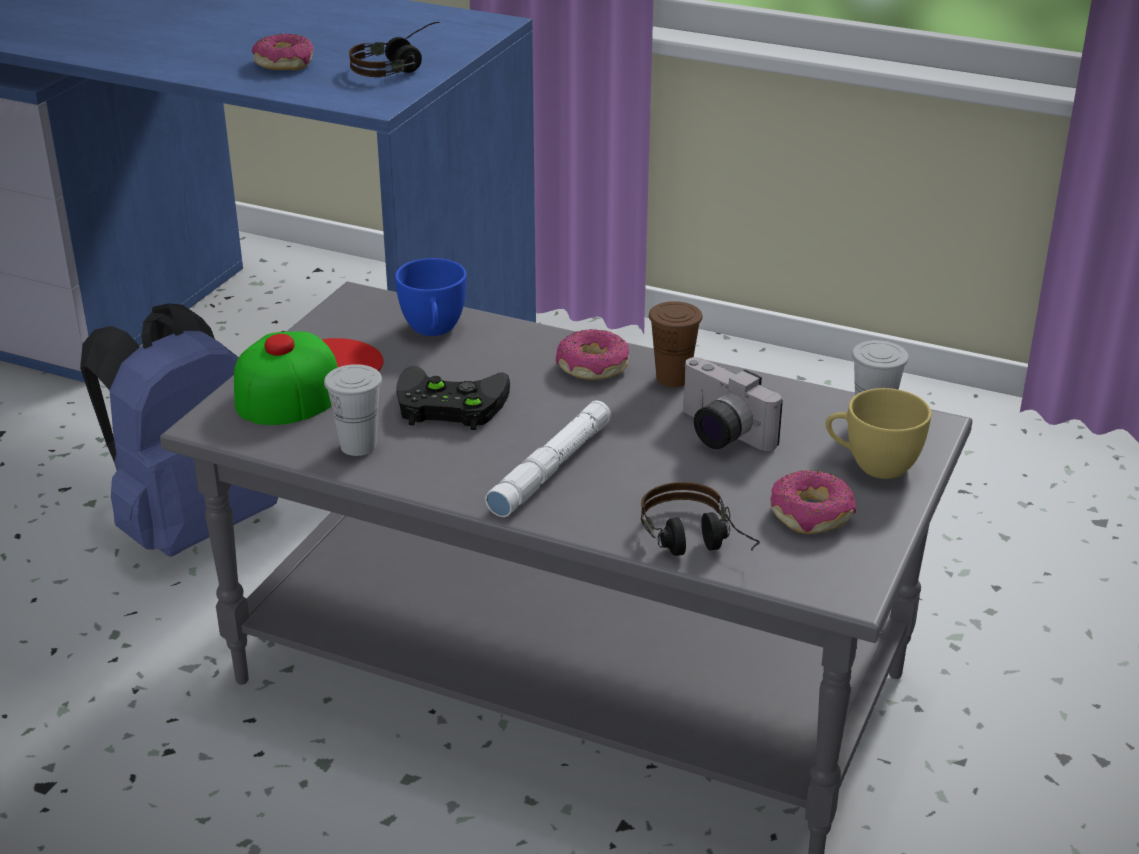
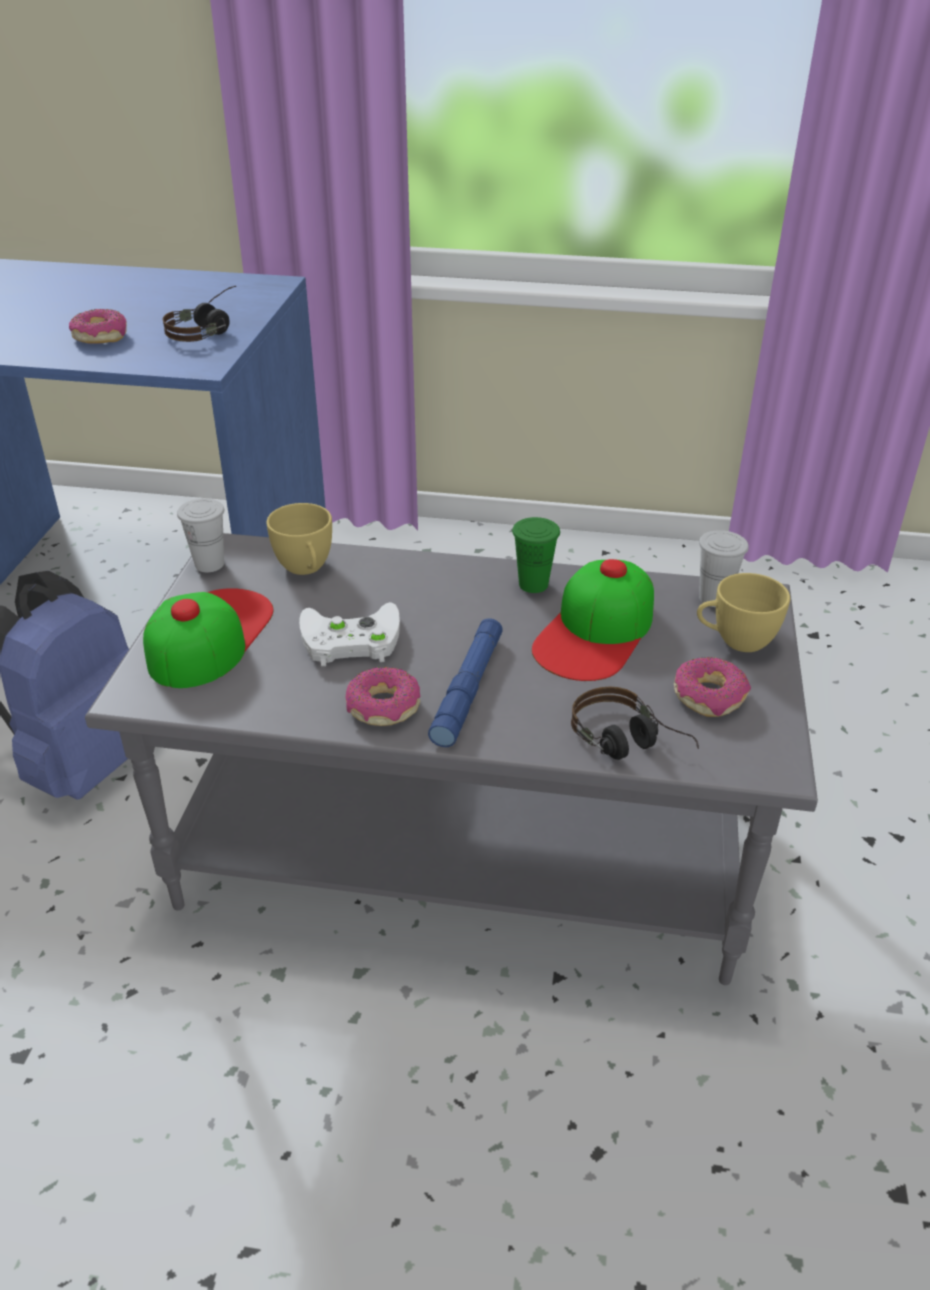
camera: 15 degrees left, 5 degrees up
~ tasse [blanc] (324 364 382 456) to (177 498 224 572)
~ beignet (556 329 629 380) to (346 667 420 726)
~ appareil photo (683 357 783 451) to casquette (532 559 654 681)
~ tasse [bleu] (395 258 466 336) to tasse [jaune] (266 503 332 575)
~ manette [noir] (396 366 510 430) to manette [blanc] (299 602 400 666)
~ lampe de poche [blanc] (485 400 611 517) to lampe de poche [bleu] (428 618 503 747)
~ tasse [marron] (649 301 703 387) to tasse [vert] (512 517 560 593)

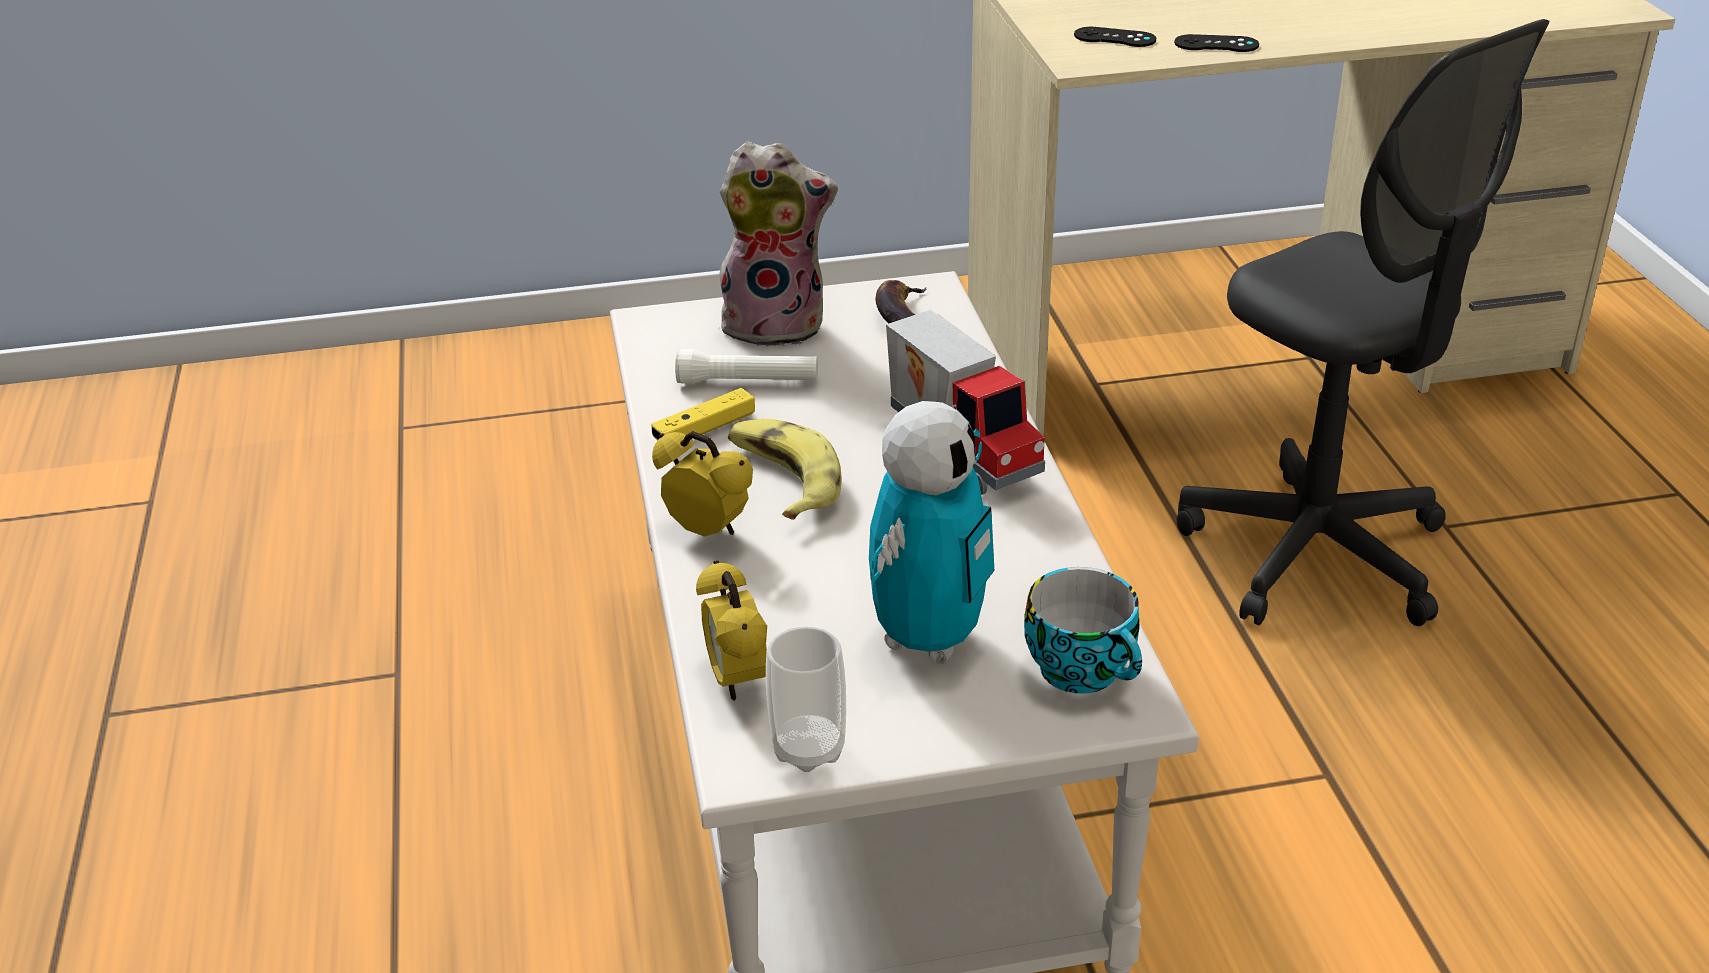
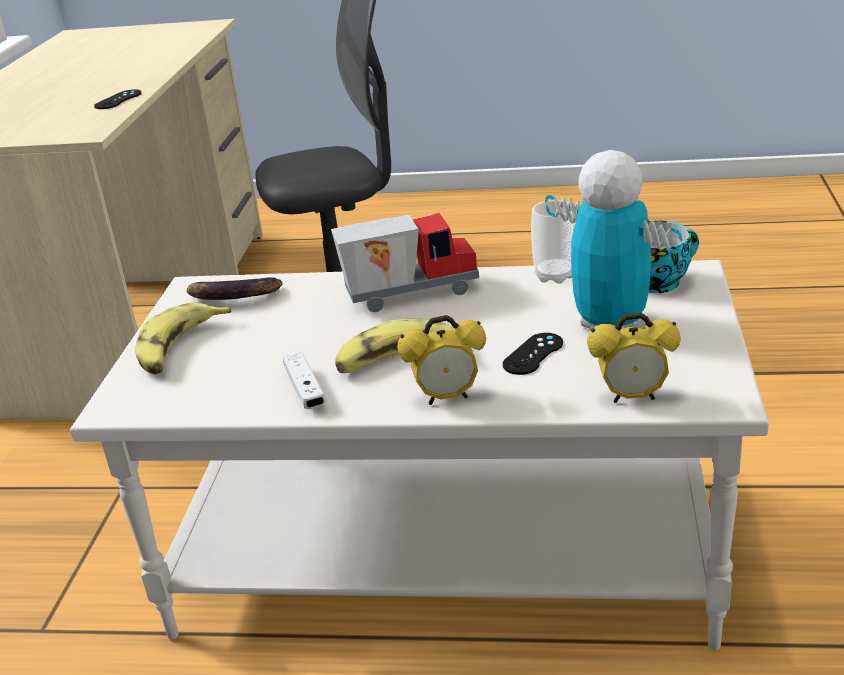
camera: 70 degrees left, 5 degrees down
- lampe de poche [blanc] (675 349 818 384)
~ tasse (766 627 846 772) to (531 200 576 284)
~ manette [noir] (1074 27 1156 47) to (502 333 563 375)
~ peluche (718 141 838 347) to banane (135 303 232 374)
~ manette [jaune] (651 388 755 441) to manette [blanc] (283 352 326 409)
~ réveil (652 431 753 537) = (397 315 486 405) 150 degrees counterclockwise

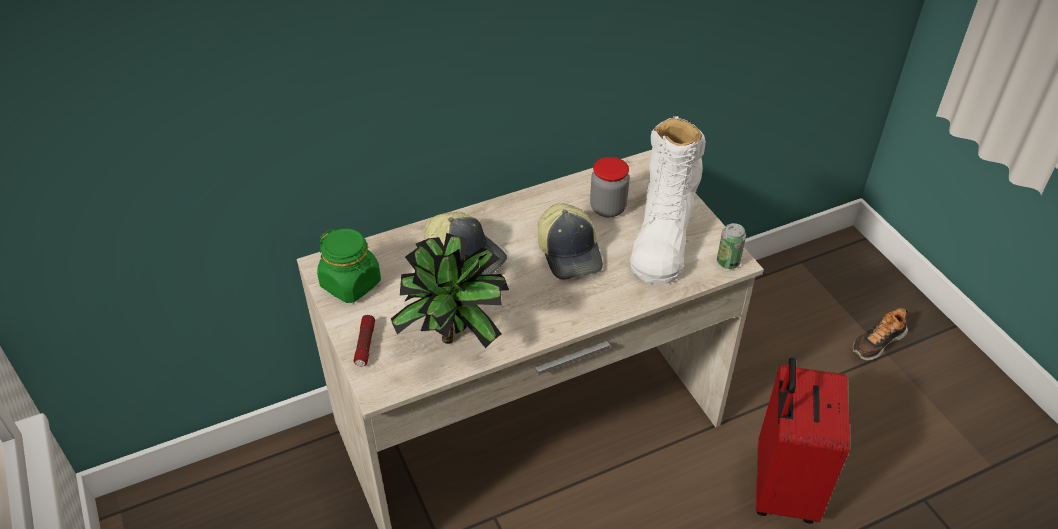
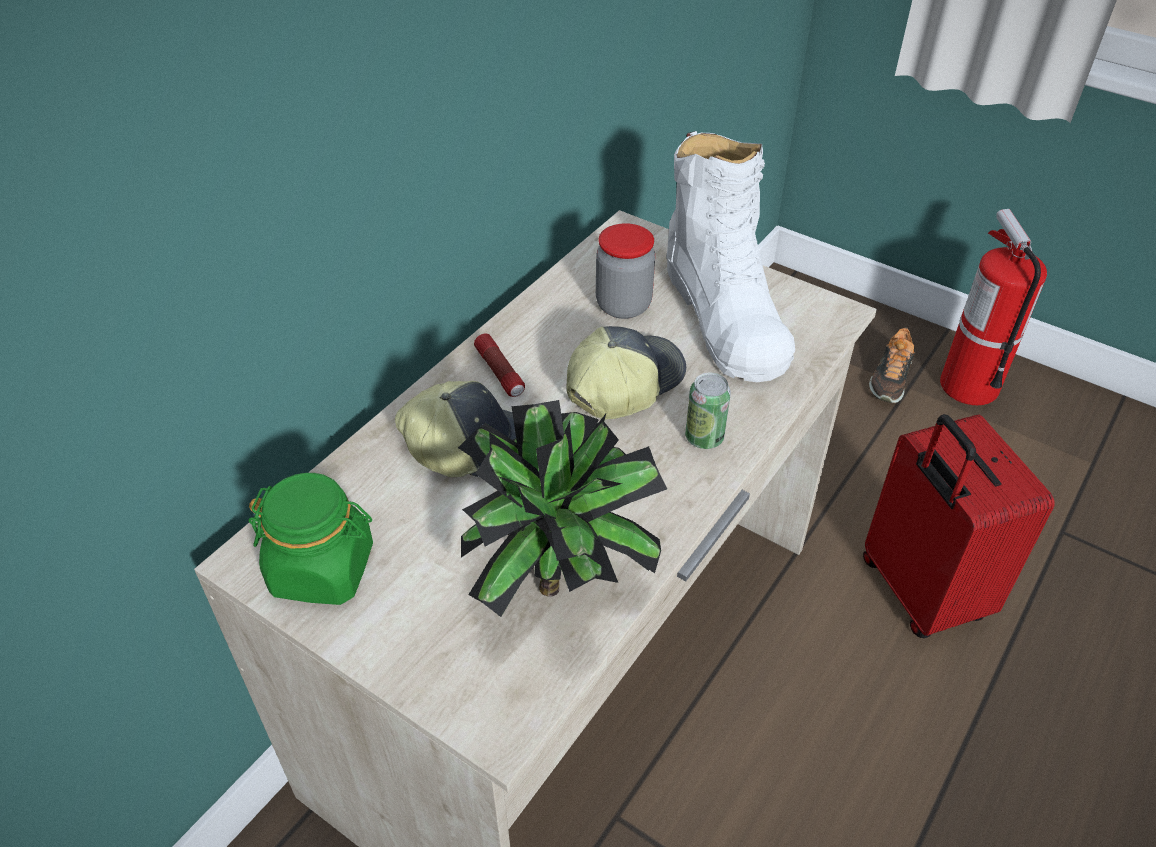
camera: 30 degrees left, 0 degrees up
+ extincteur (940 209 1047 405)
~ lampe de poche (354 315 375 366) to (474 333 525 397)
~ boîte métallique (717 223 746 269) to (685 373 731 449)
~ casquette (538 203 603 280) = (567 326 686 419) 90 degrees counterclockwise

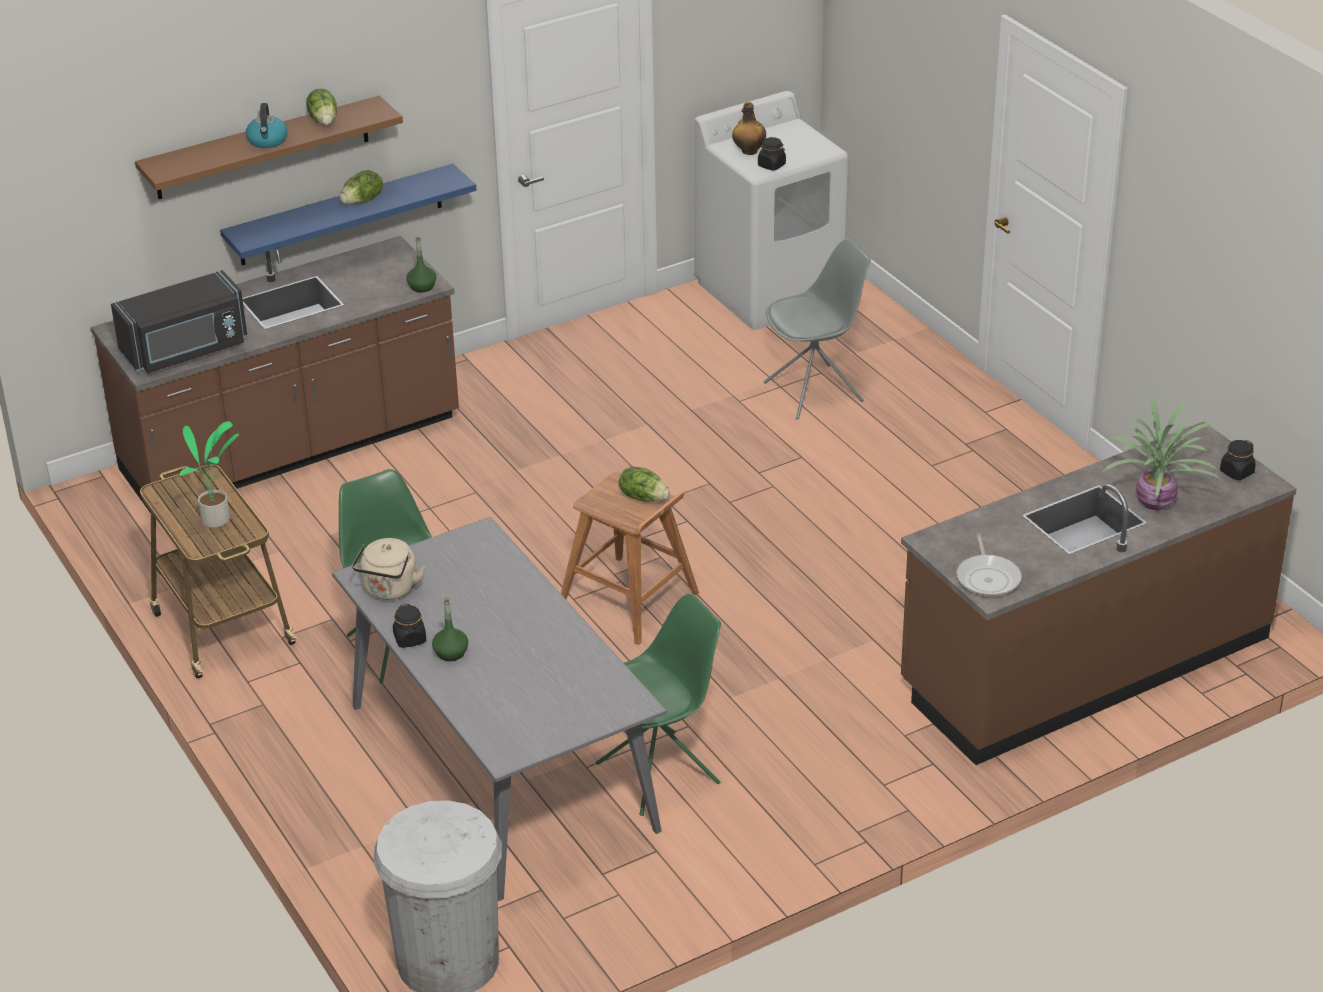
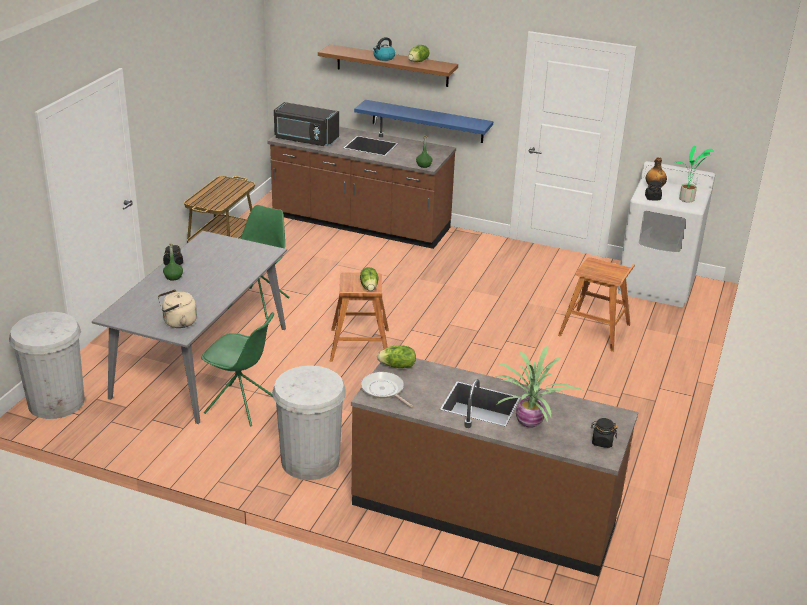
camera: 50 degrees right, 5 degrees down
+ poubelle [blanc] (272 365 346 480)
~ plante en pot (180 421 239 528) to (675 145 714 203)
~ laitue (340 170 383 204) to (377 346 416 368)
~ bouilloire [beige] (352 538 426 600) to (158 289 197 328)
~ chaise [gris] (764 239 871 420) to tabouret [marron] (558 257 635 352)
~ poêle (956 534 1022 597) = (361 372 413 408) 90 degrees clockwise

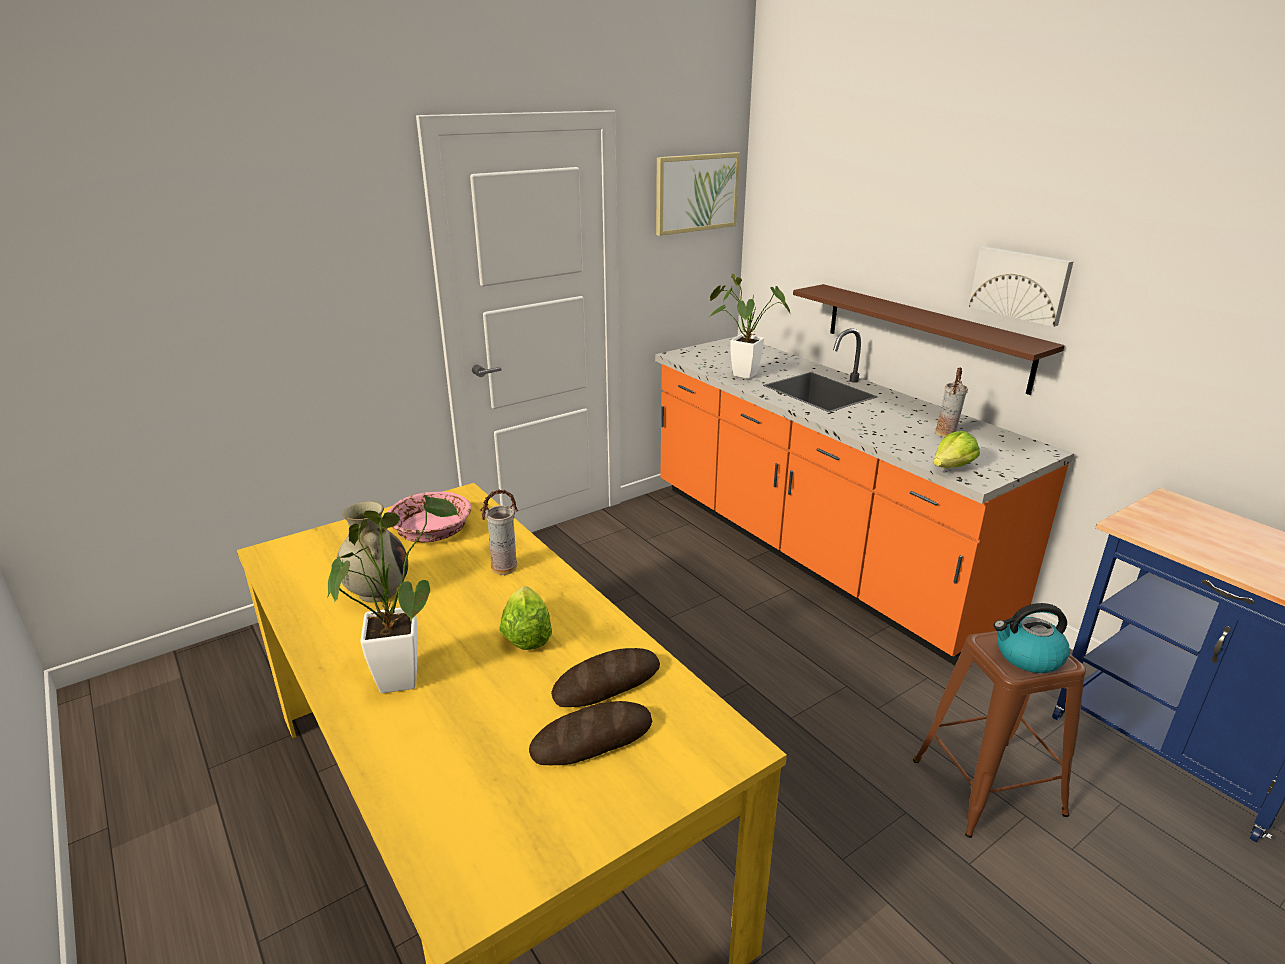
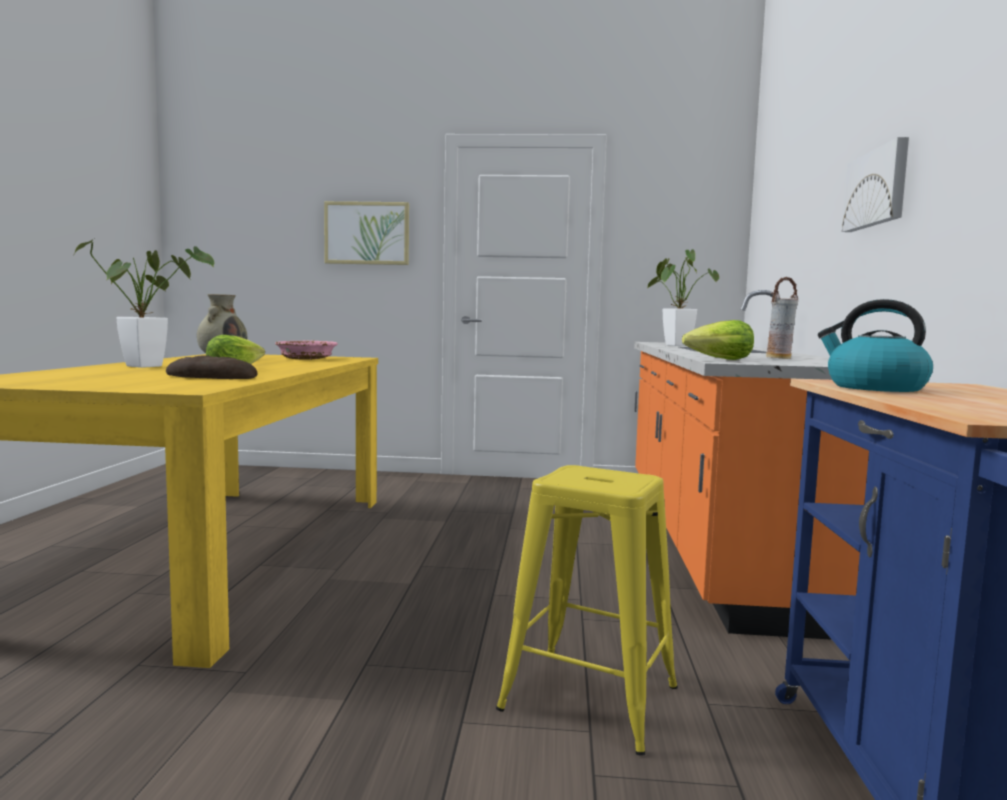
camera: 40 degrees right, 20 degrees down
- vase (480 489 518 575)
- pain (529 701 653 765)
- étagère [marron] (793 284 1065 395)
~ tableau (656 152 740 236) to (324 201 409 265)
~ bouilloire (994 603 1070 673) to (818 299 933 392)
~ tabouret [marron] (913 631 1086 838) to tabouret [jaune] (496 465 678 756)

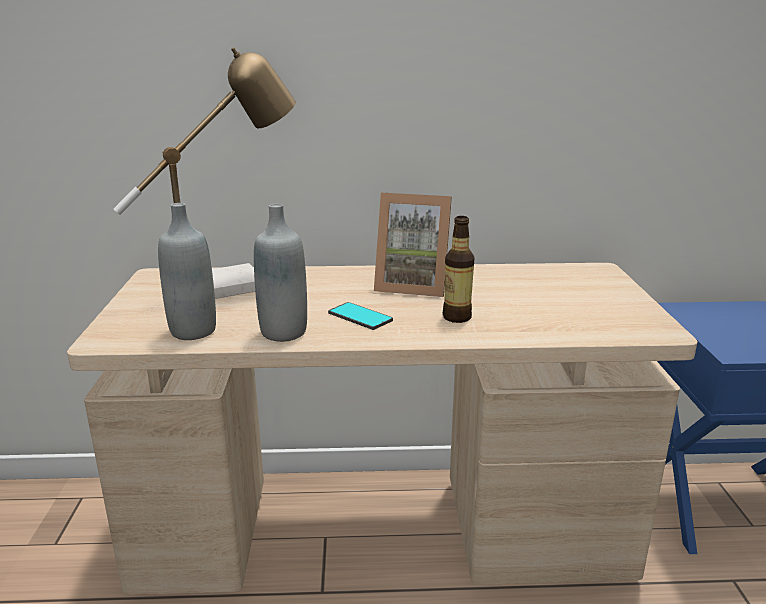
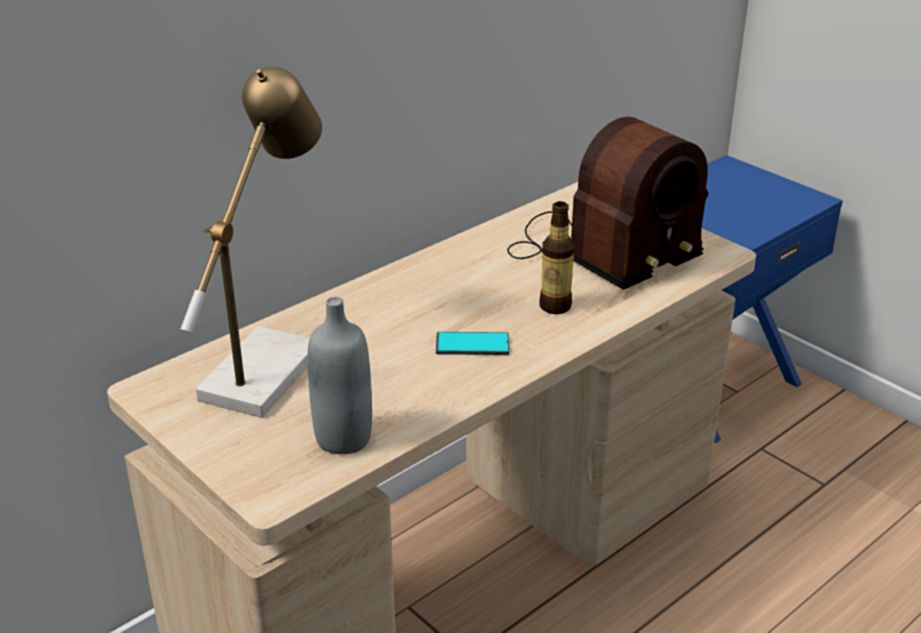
camera: 40 degrees left, 10 degrees up
- bouteille [gris] (254 204 307 342)
- cadre photo (374 193 452 297)
+ radio (507 117 708 290)

